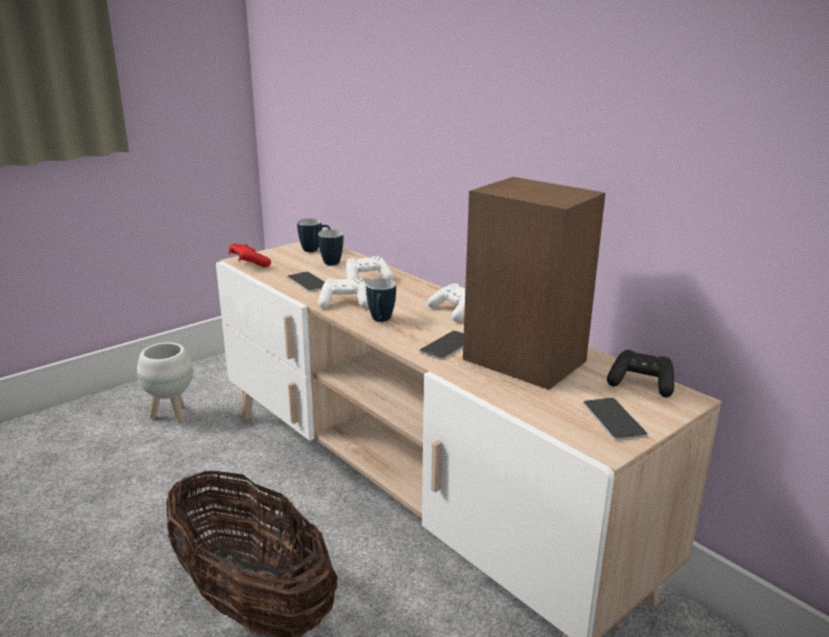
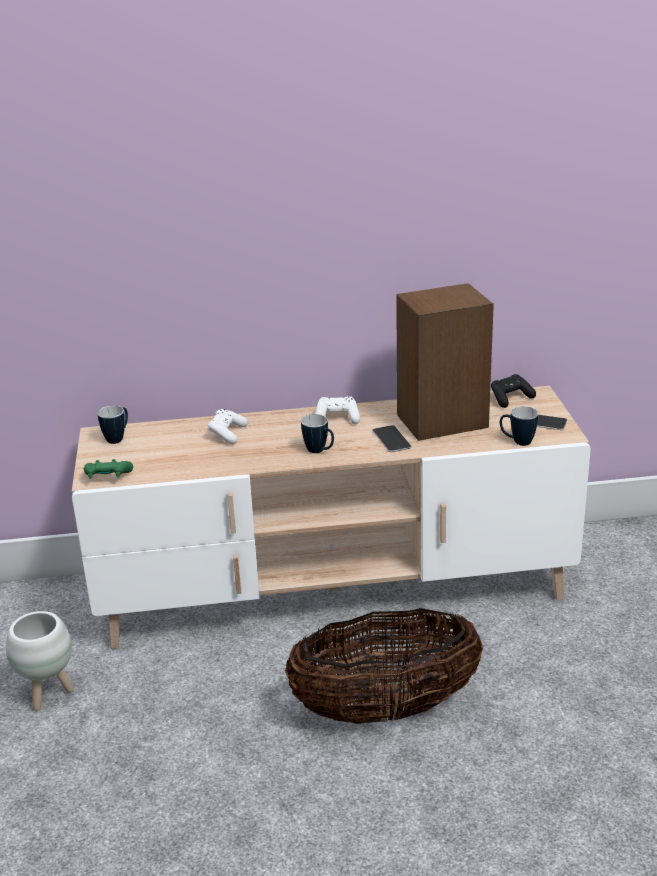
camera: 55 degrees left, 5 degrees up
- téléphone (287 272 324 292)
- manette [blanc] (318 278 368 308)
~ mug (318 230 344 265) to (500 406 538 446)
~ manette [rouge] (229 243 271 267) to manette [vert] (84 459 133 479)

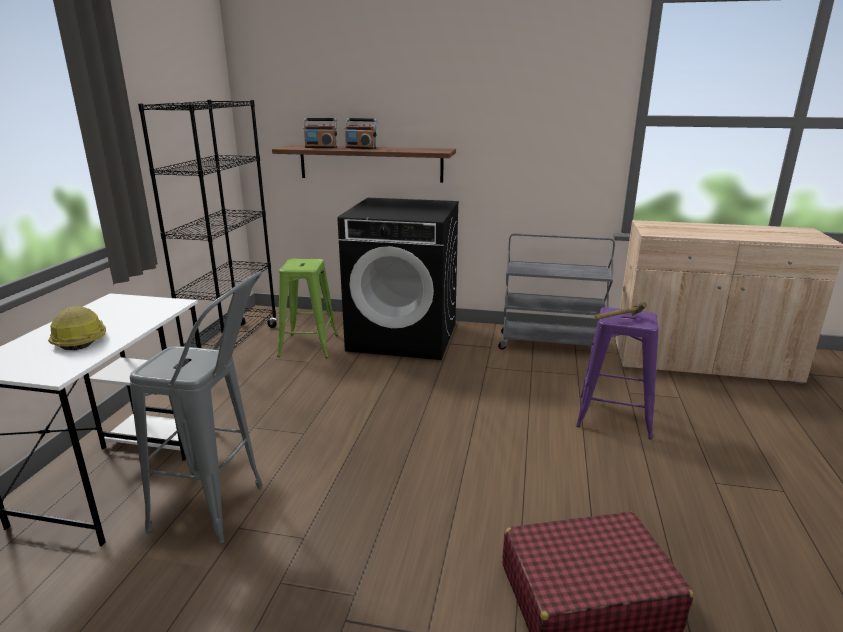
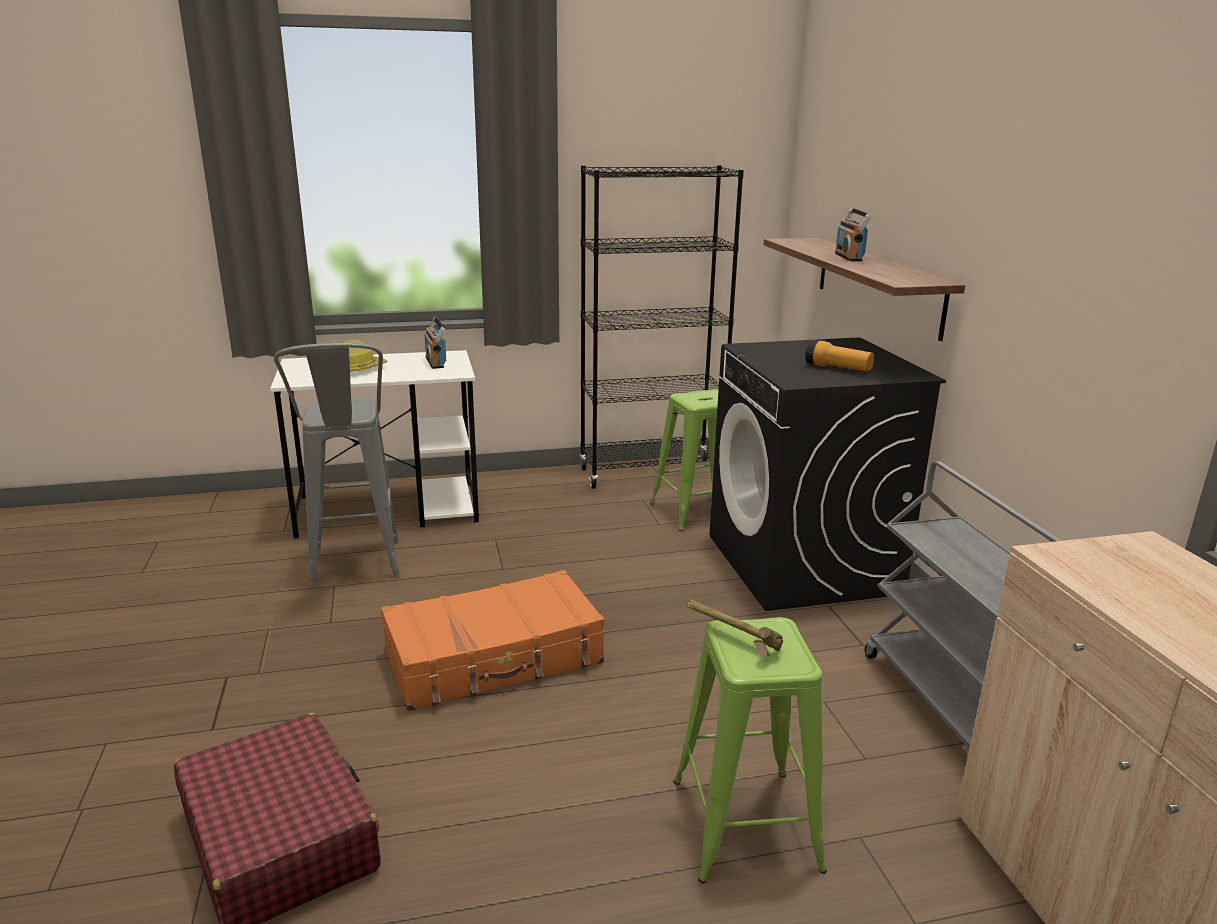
camera: 65 degrees right, 0 degrees up
+ valise [orange] (381 570 604 711)
+ lampe de poche (805 339 874 372)
~ radio (303 118 337 148) to (424 317 446 369)
~ tabouret [violet] (576 307 659 440) to tabouret [vert] (673 617 827 884)

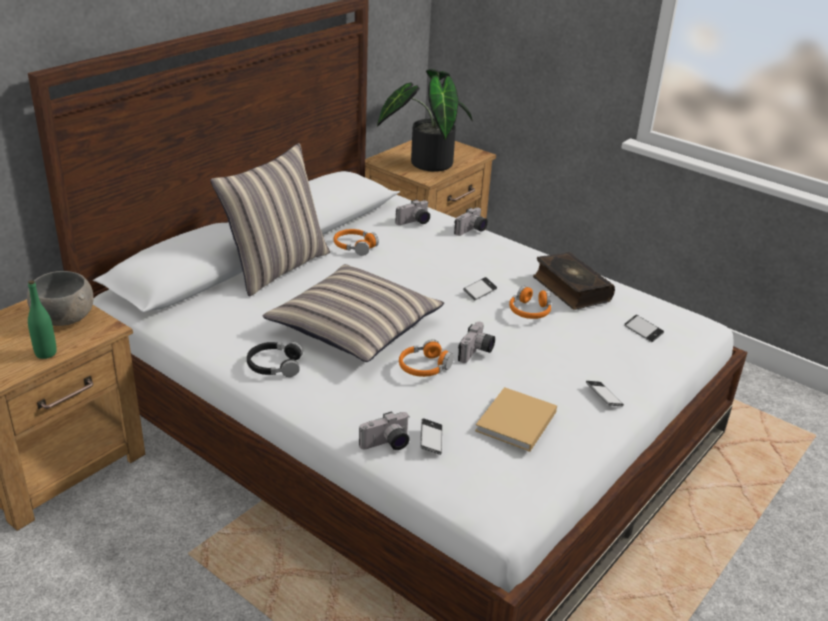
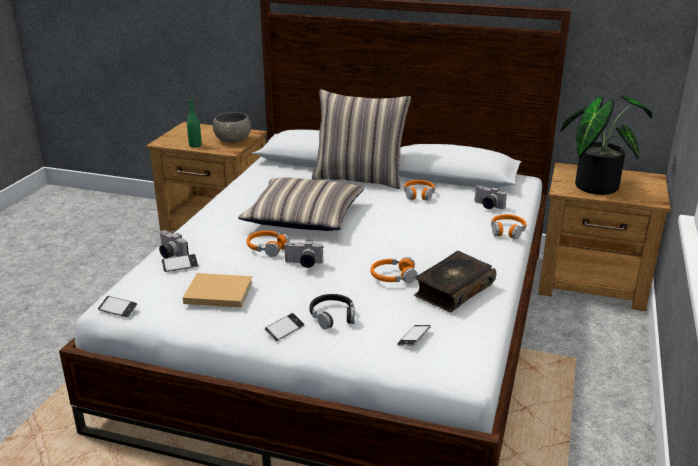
camera: 70 degrees right, 5 degrees down
~ casque audio [noir] (247 342 303 377) to (309 294 355 330)
~ téléphone (463 277 497 300) to (98 296 137 317)
~ appareil photo (454 208 488 236) to casque audio [orange] (491 214 527 239)

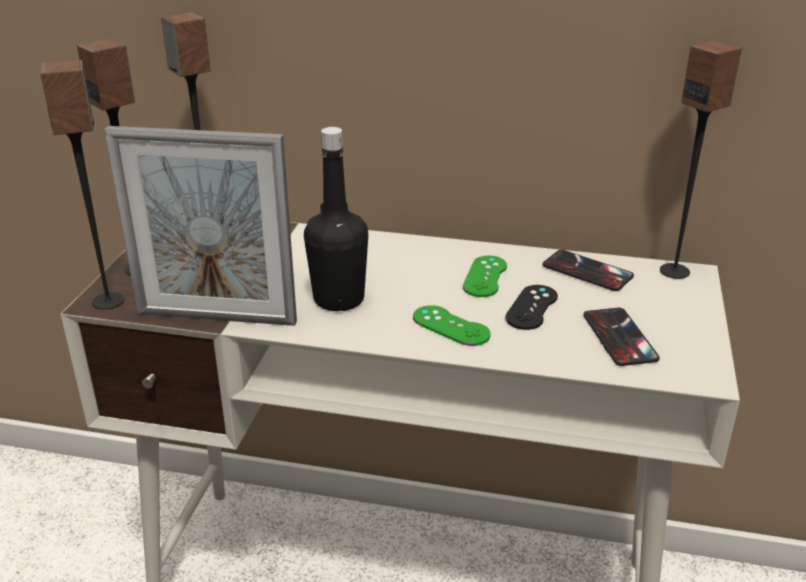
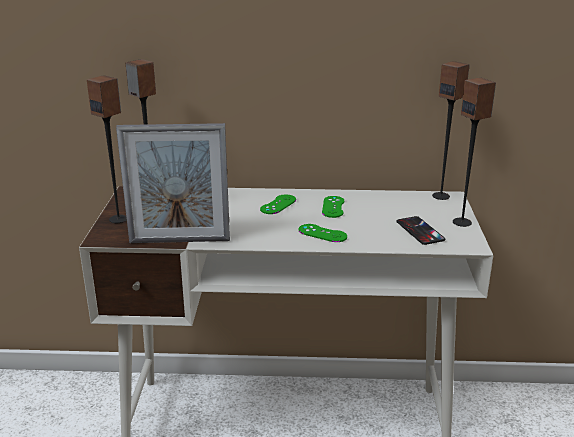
camera: 10 degrees left, 5 degrees down
- bouteille [noir] (304 127 368 311)
- manette [noir] (505 285 558 330)
- téléphone (542 250 634 291)
+ manette [vert] (260 195 296 214)
~ enceinte (41 60 124 310) to (453 78 496 227)

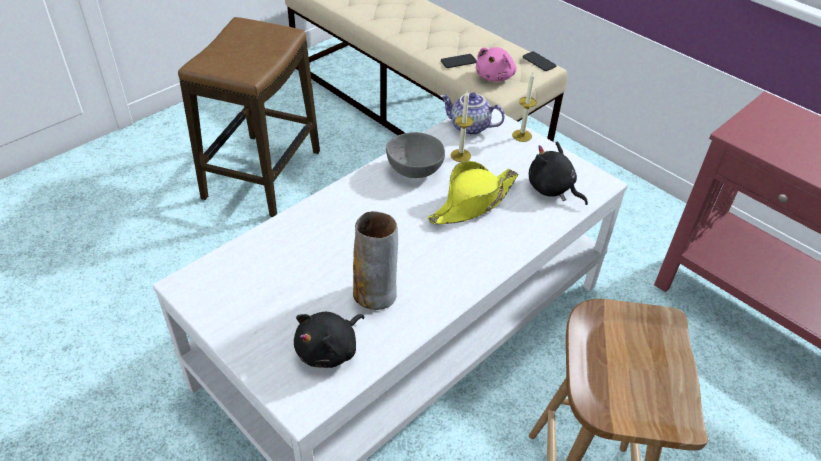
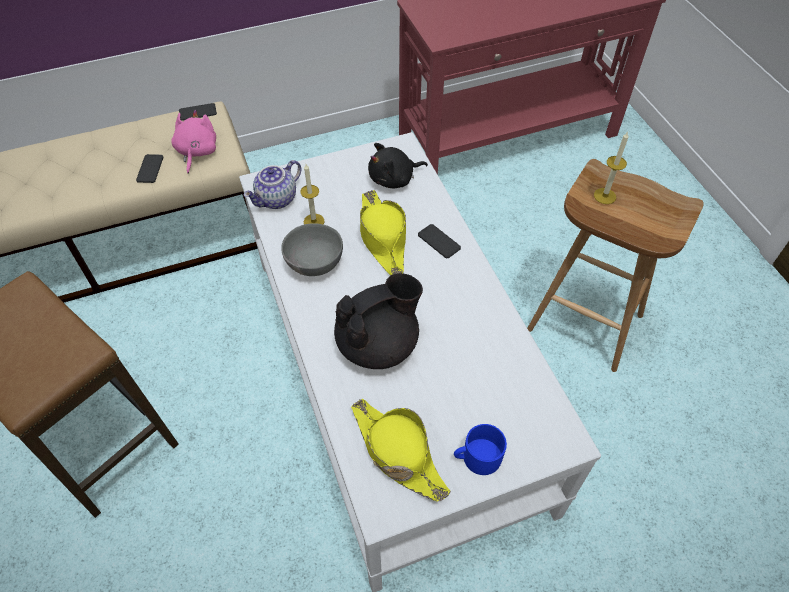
camera: 65 degrees left, 10 degrees up
- peluche [noir] (294 312 364 368)
- vase (353 211 398 310)
+ théière [noir] (334 273 423 369)
+ chapeau [jaune] (351 399 451 501)
+ téléphone (418 224 461 258)
+ mug [bleu] (454 424 507 475)
~ bougie (512 72 537 142) to (594 131 629 204)
~ peluche [rose] (476 47 517 81) = (172 110 216 174) 135 degrees counterclockwise

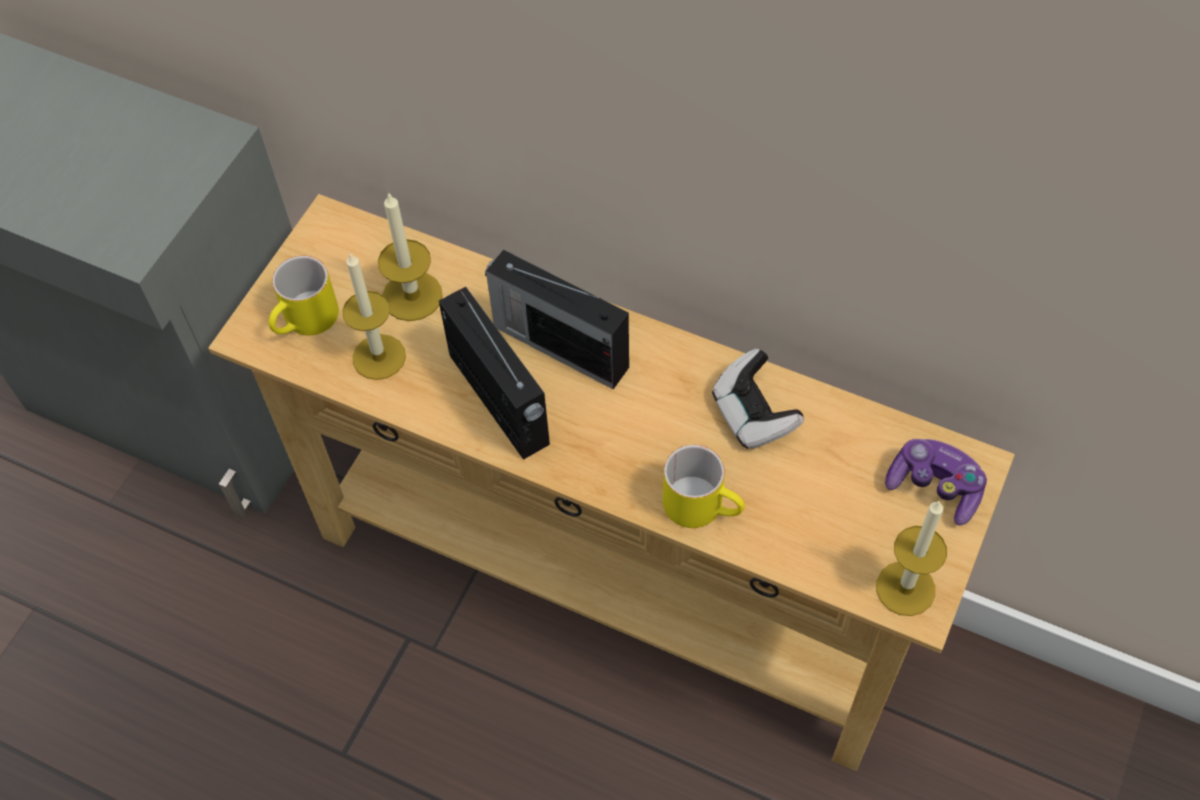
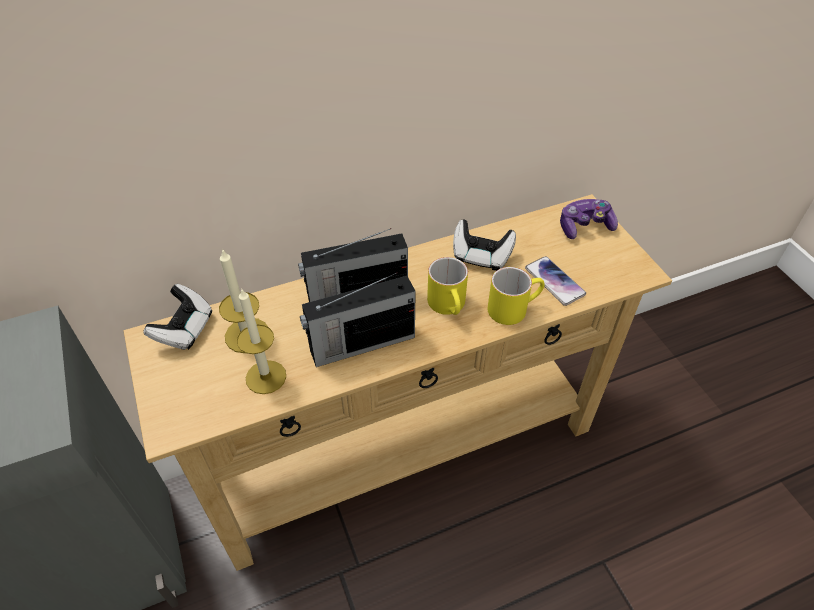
camera: 50 degrees left, 10 degrees down
- bougie (876 501 947 616)
+ manette (144 284 213 350)
+ téléphone (525 256 586 306)
~ mug [jaune] (269 256 339 335) to (427 257 468 315)
~ radio (439 287 550 460) = (300 273 416 367) 150 degrees clockwise

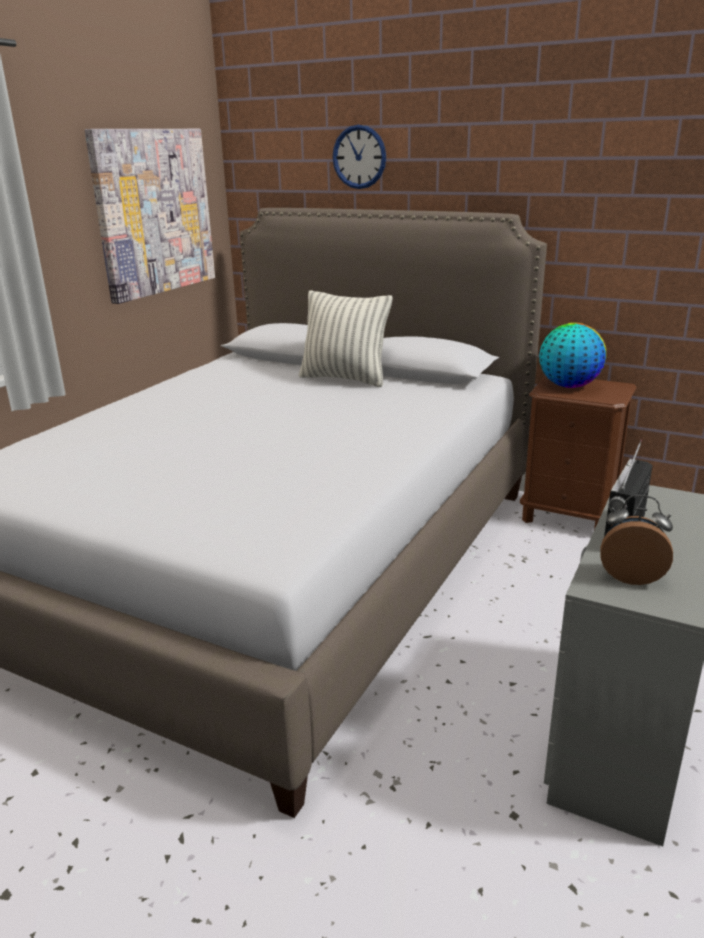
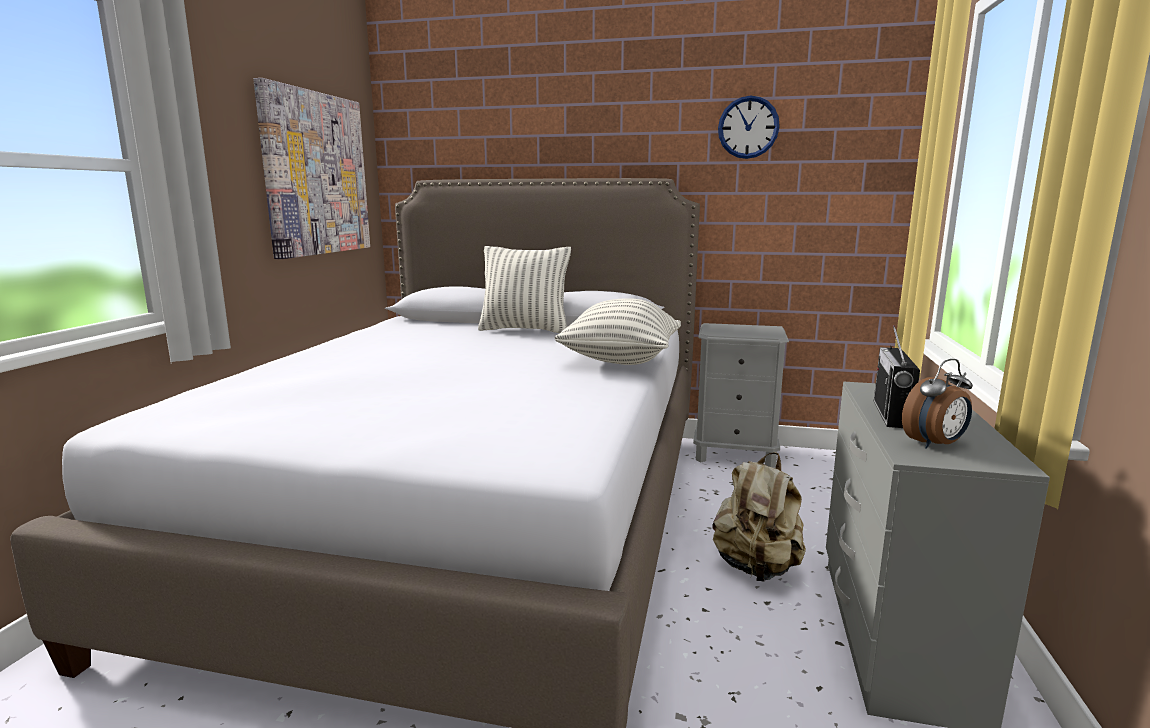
camera: 15 degrees left, 10 degrees down
- globe (539 323 606 388)
+ coussin (554 298 681 365)
+ sac à dos [beige] (713 452 806 582)
~ horloge murale (332 125 386 189) to (718 96 780 159)
~ table de chevet [marron] (520 376 637 530) to table de chevet [gris] (693 323 789 468)
~ réveil (600 495 673 585) = (902 359 973 449) 150 degrees clockwise

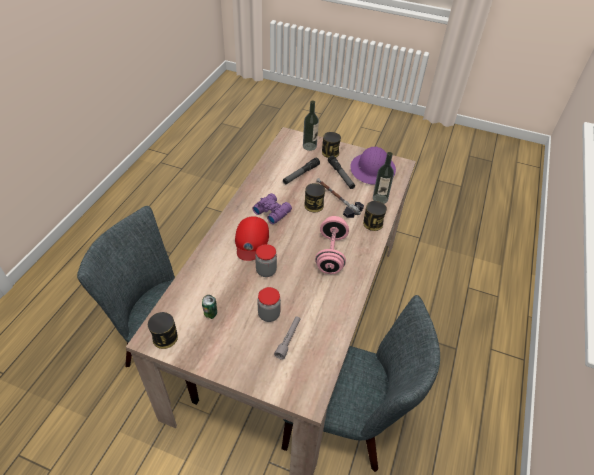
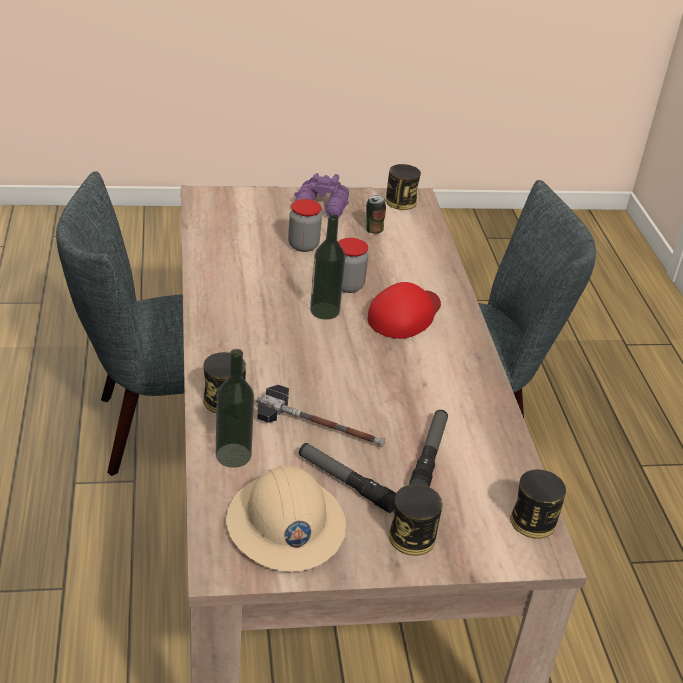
camera: 150 degrees right, 10 degrees down
- lampe de poche [gris] (274 316 300 360)
- haltère [rose] (315 216 349 274)
~ jumelles [violet] (252 193 292 224) to (294 173 349 217)
~ bouteille (303 101 319 151) to (310 214 345 320)
~ boîte métallique (304 183 325 212) to (510 469 566 539)
~ casque de chantier [violet] (350 147 396 185) to casque de chantier [beige] (226 466 346 572)
~ casquette [rouge] (235 216 269 261) = (367 282 441 339) 60 degrees clockwise

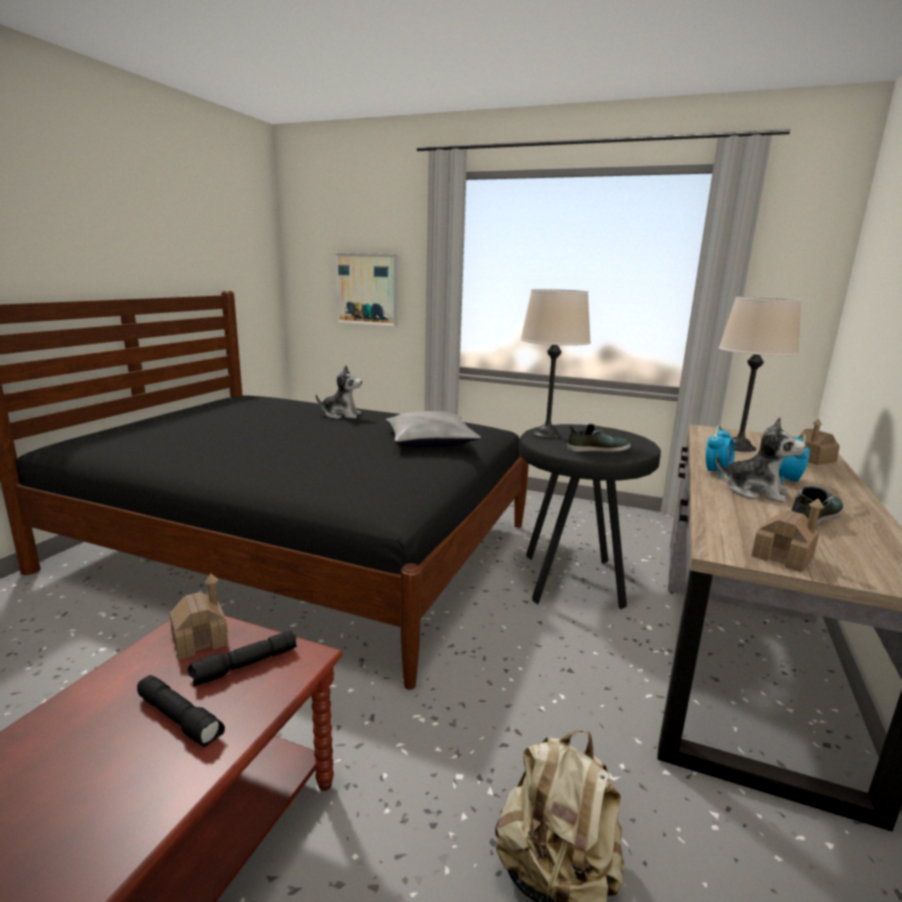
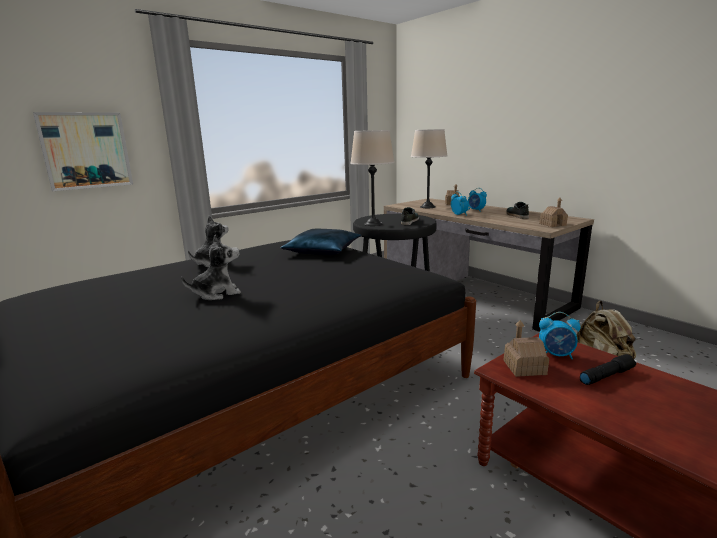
camera: 60 degrees left, 0 degrees up
~ peluche (716 417 806 503) to (181 235 241 300)
~ lampe de poche [noir] (188 630 297 686) to réveil (539 312 581 359)
~ coussin [gris] (386 411 481 447) to coussin [bleu] (281 229 361 255)

